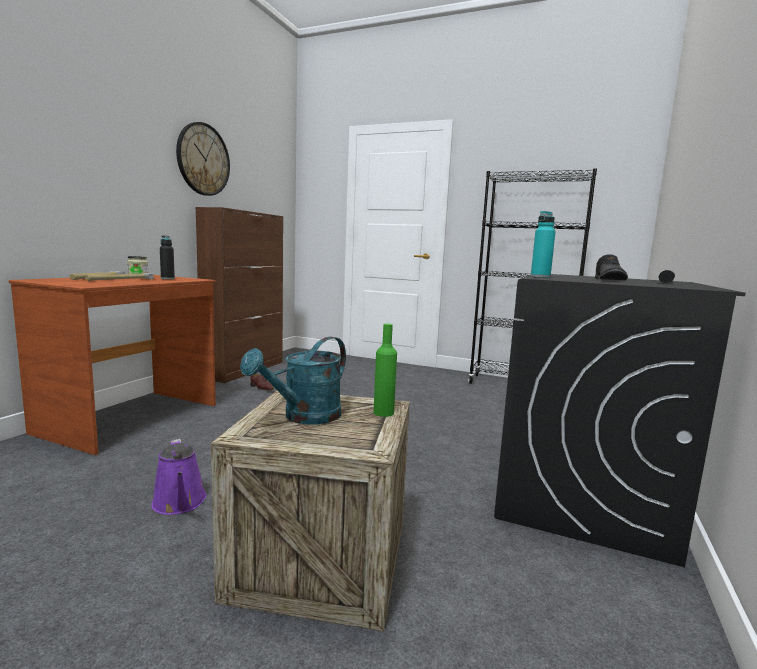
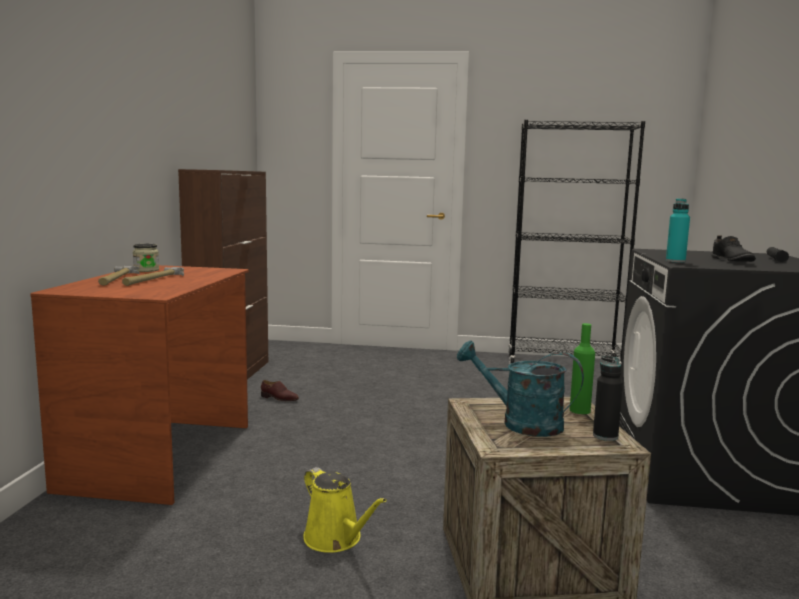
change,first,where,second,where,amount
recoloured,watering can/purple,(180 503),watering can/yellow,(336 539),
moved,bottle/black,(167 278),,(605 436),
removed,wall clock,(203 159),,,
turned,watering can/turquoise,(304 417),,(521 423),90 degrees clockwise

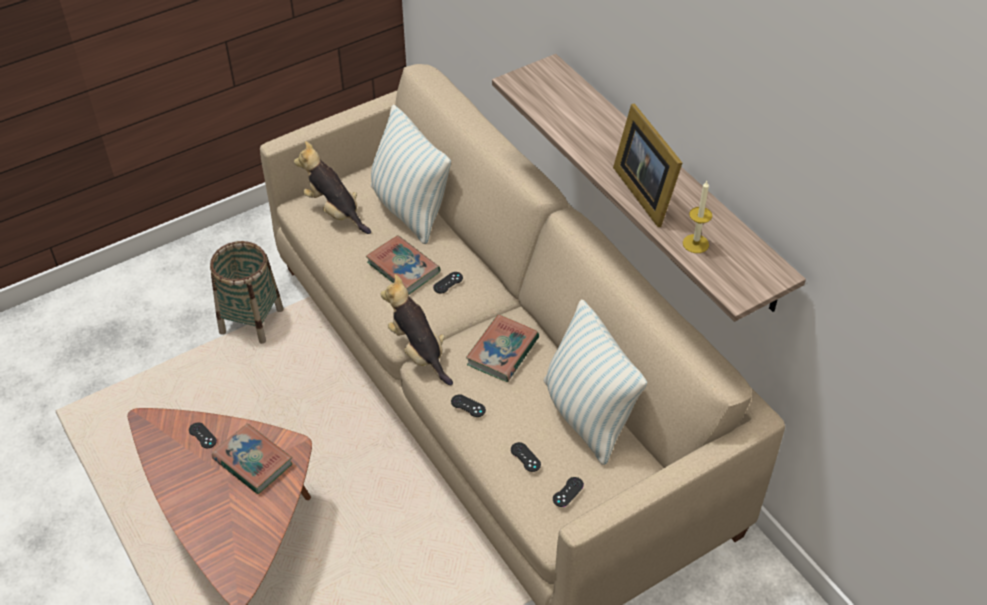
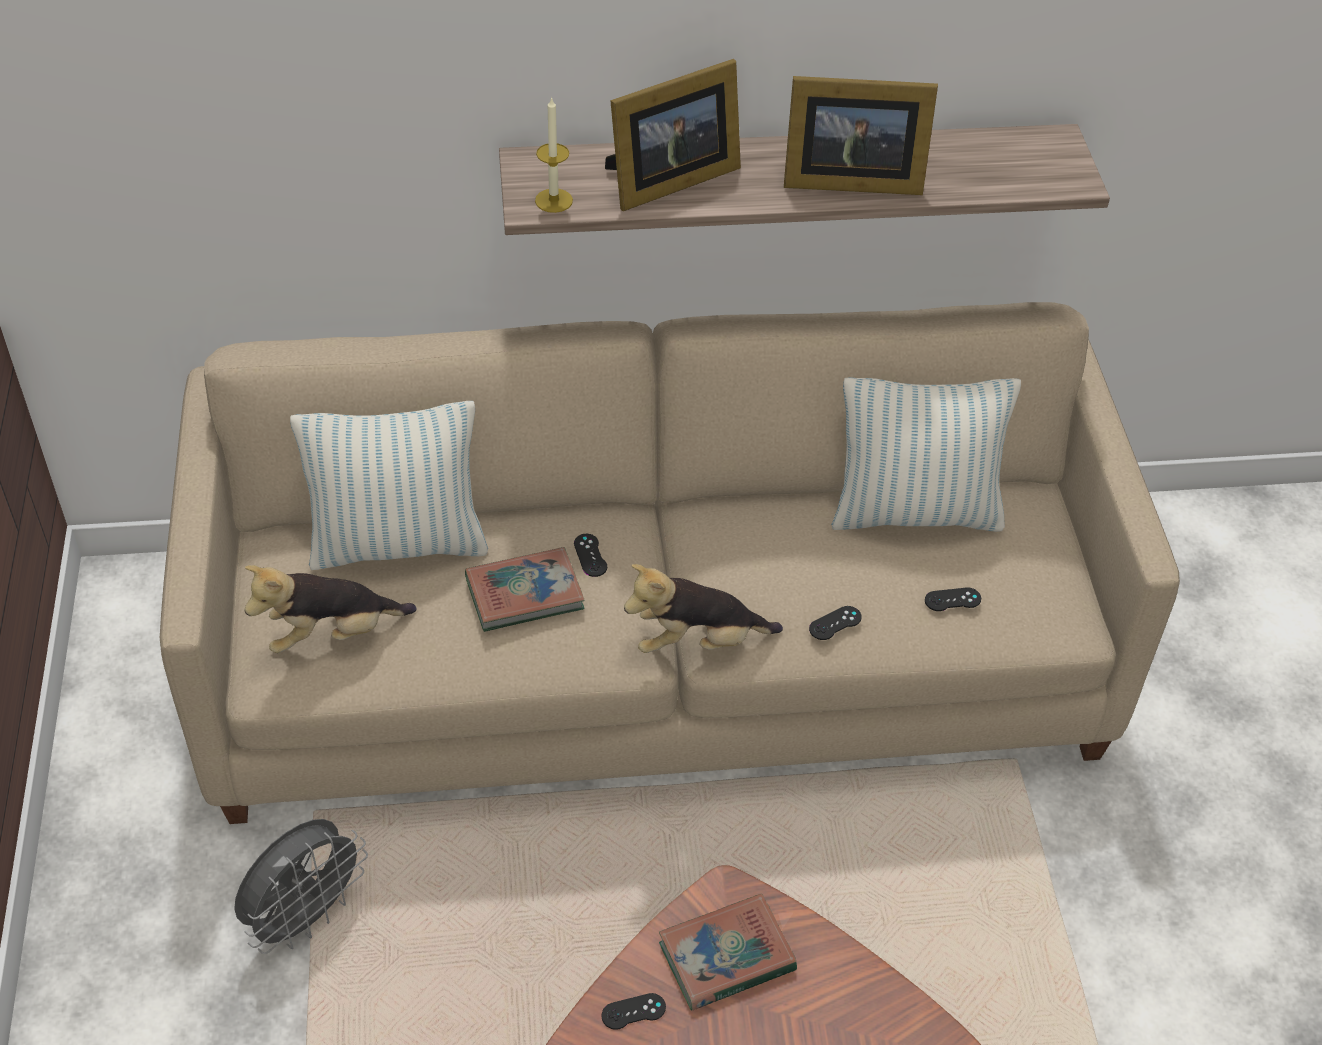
change,first,where,second,where,amount
replaced,basket,(251 321),fan/grey,(306 917),
removed,book,(502 351),,,
removed,game controller/black,(568 492),,,
moved,candle,(695 243),,(553 200),
added,,,picture frame,(667 180),

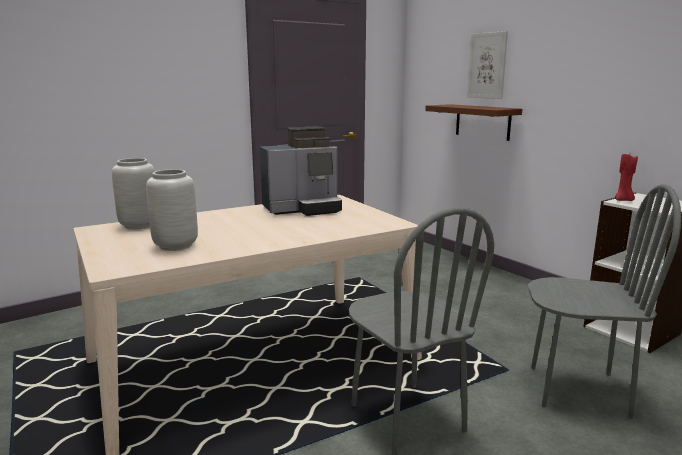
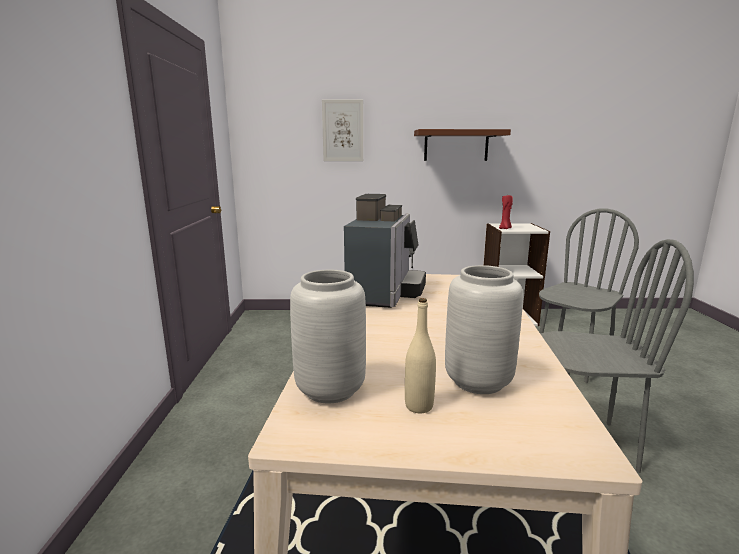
change,first,where,second,where,amount
moved,shelf/brown,(482 122),,(456 145),
added,,,bottle/beige,(419 406),

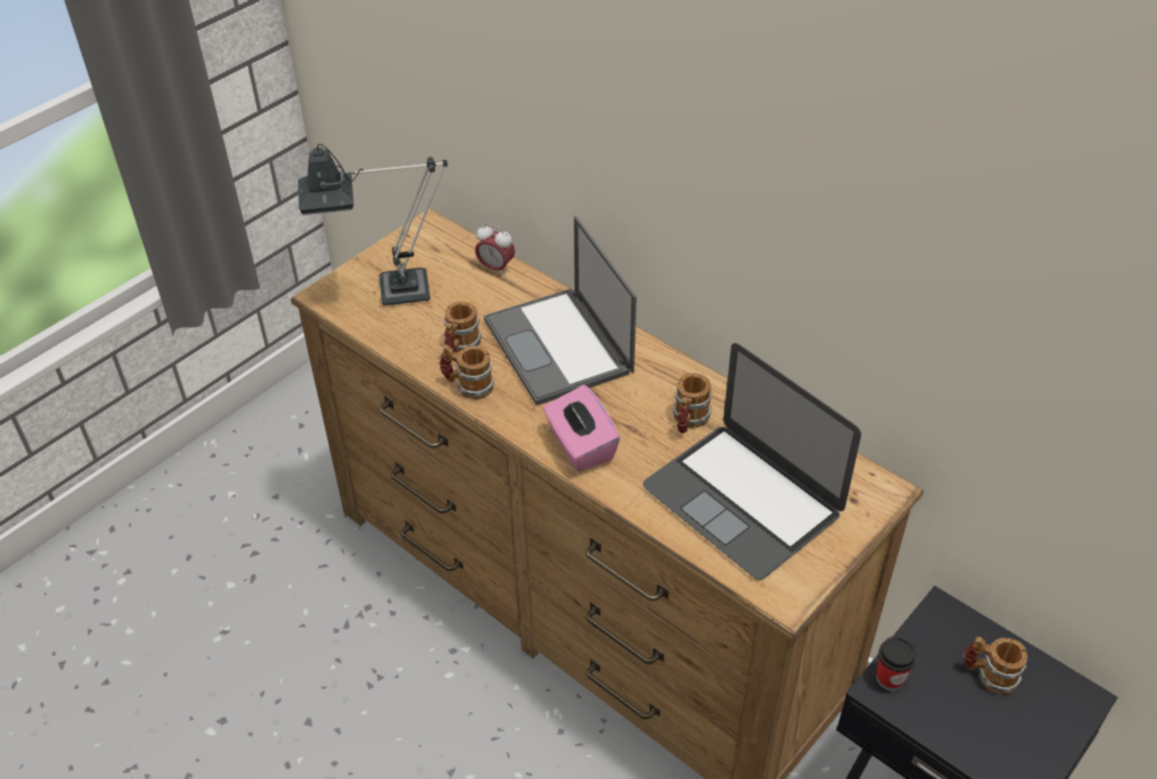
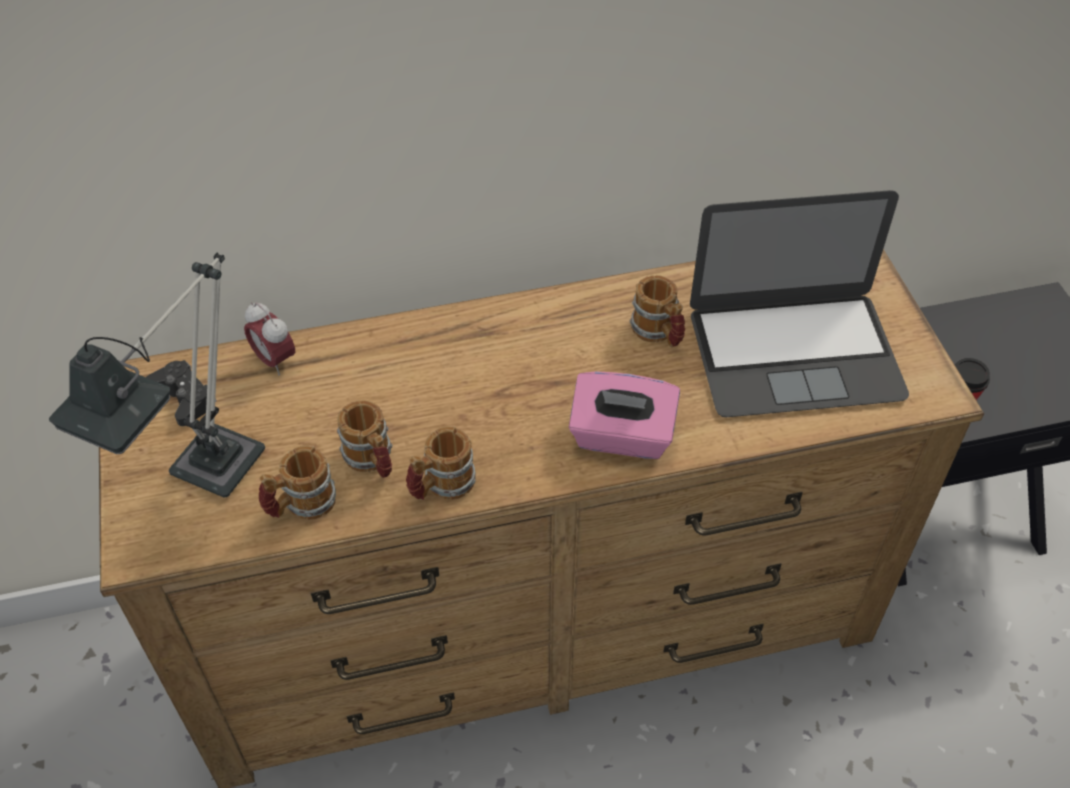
change,first,where,second,where,amount
turned,alarm clock,(496 268),,(275 360),75 degrees clockwise
removed,laptop,(559 347),,,
moved,mug,(989 675),,(301 505),
added,,,game controller/black,(184 397),

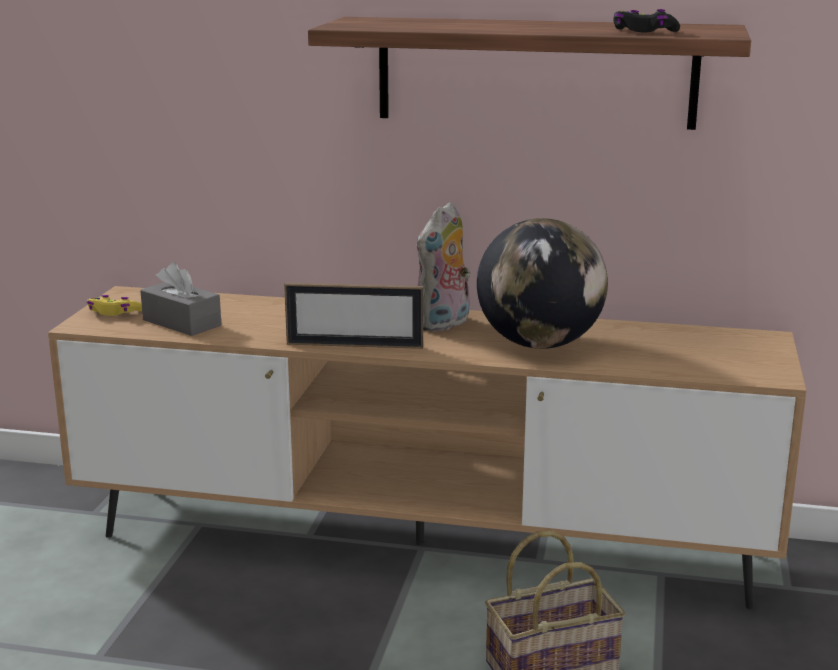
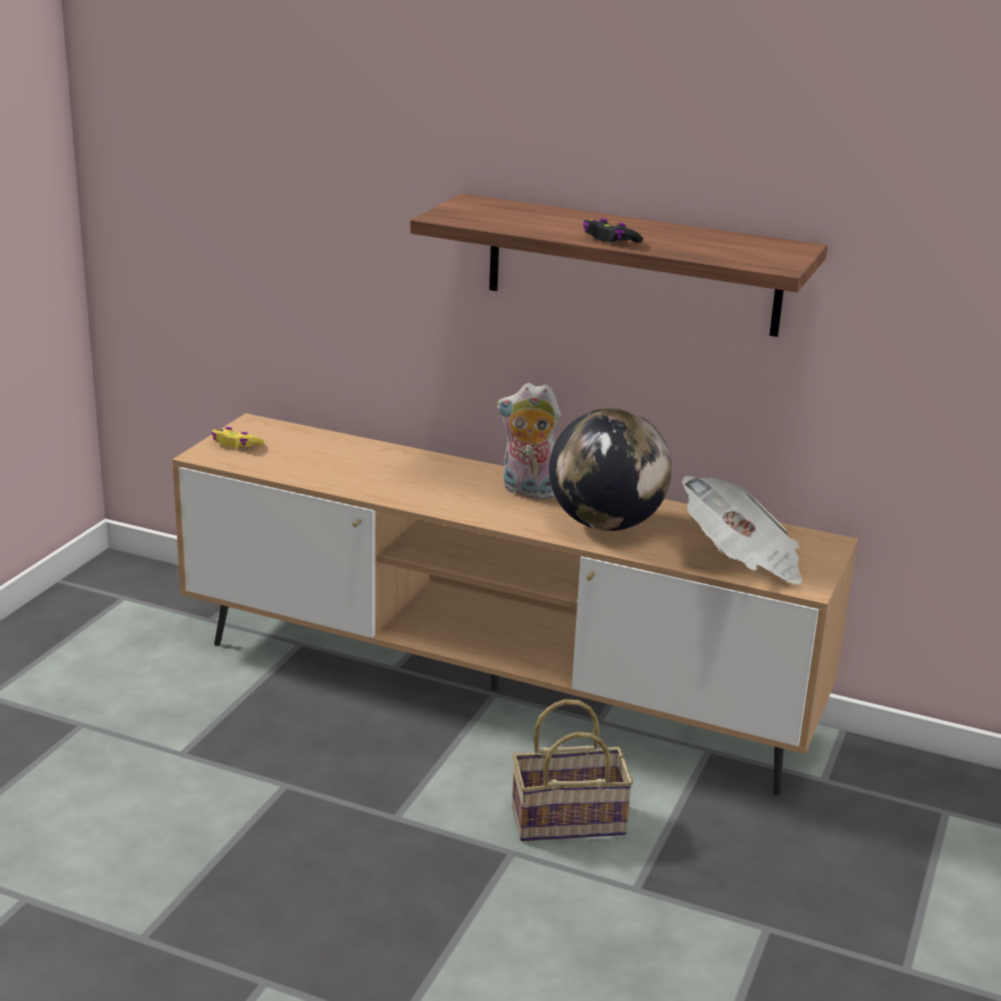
change,first,where,second,where,amount
removed,tissue box/grey,(182 322),,,
removed,picture frame,(354 345),,,
turned,plush toy,(444 324),,(528 491),60 degrees clockwise
moved,game controller/black,(644 31),,(609 240),
added,,,newspaper,(742 561),

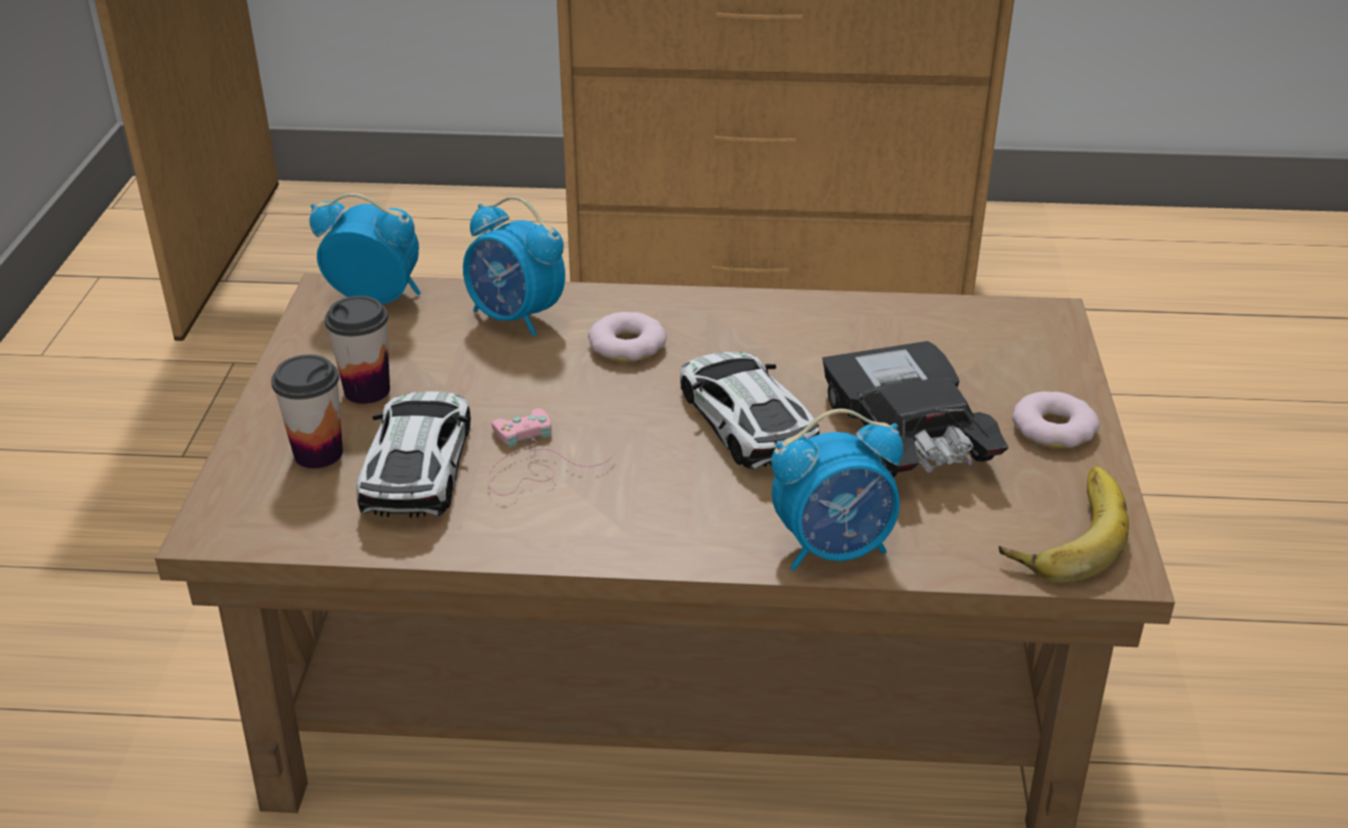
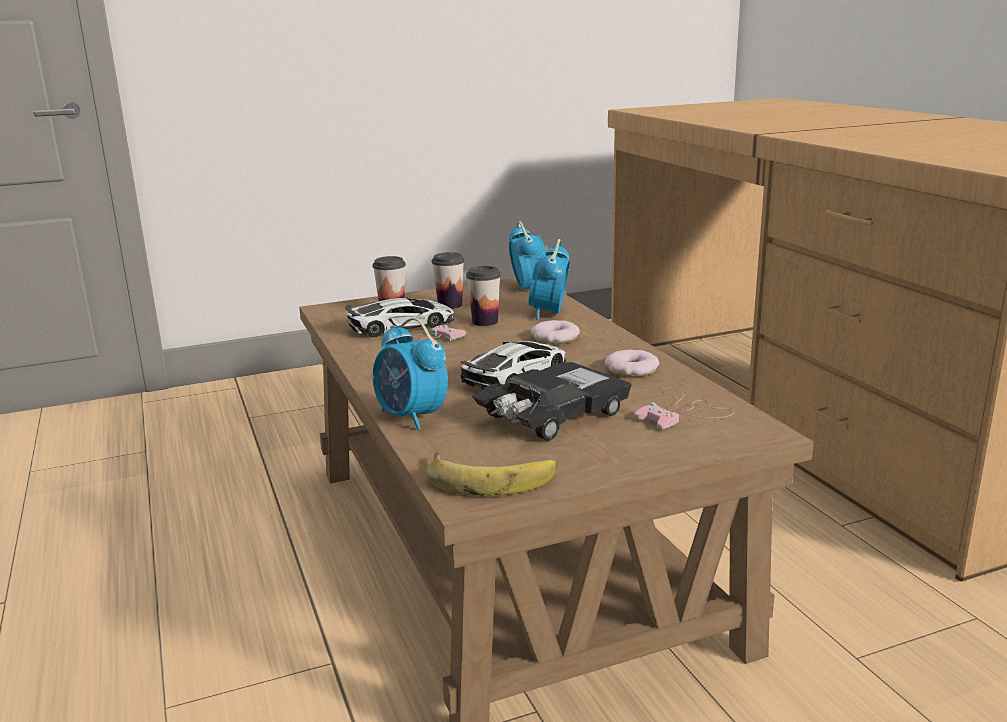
change,first,where,second,where,amount
moved,donut,(1054 428),,(632 369),
added,,,cup,(485 322),
added,,,game controller/pink,(684 414),

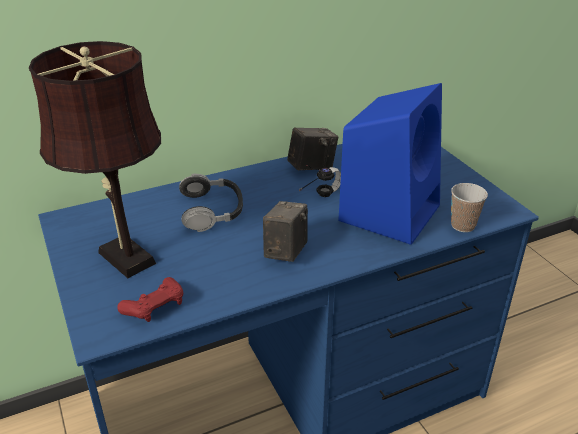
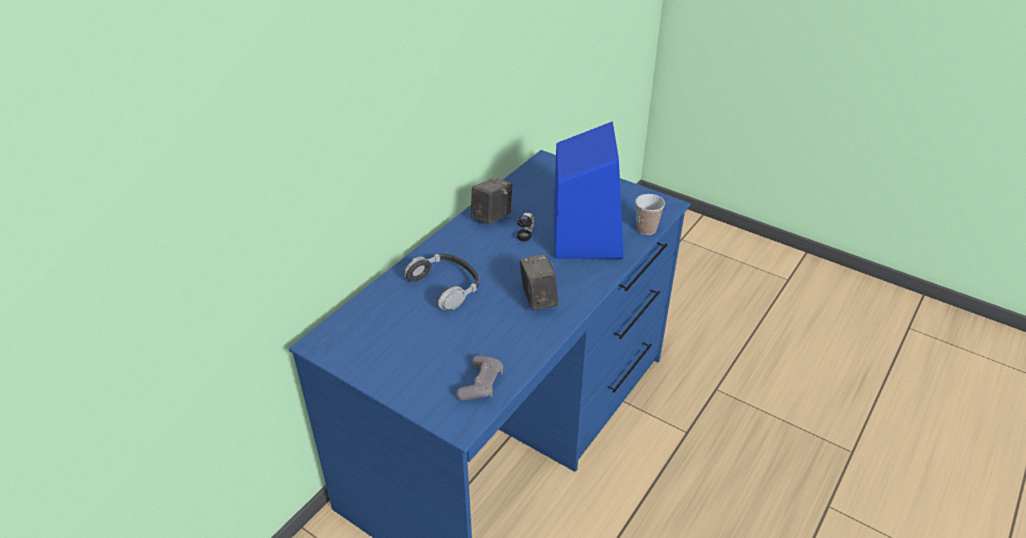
change,first,where,second,where,amount
removed,table lamp/brown,(123 255),,,
recoloured,game controller/red,(155 307),game controller/grey,(481 384),

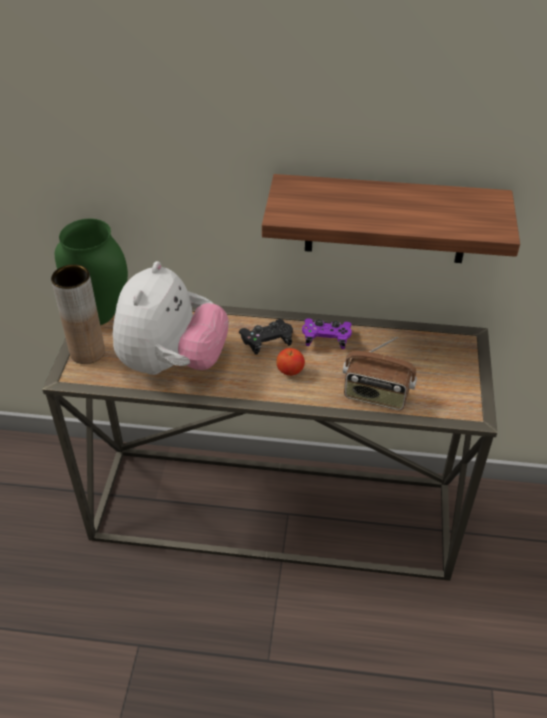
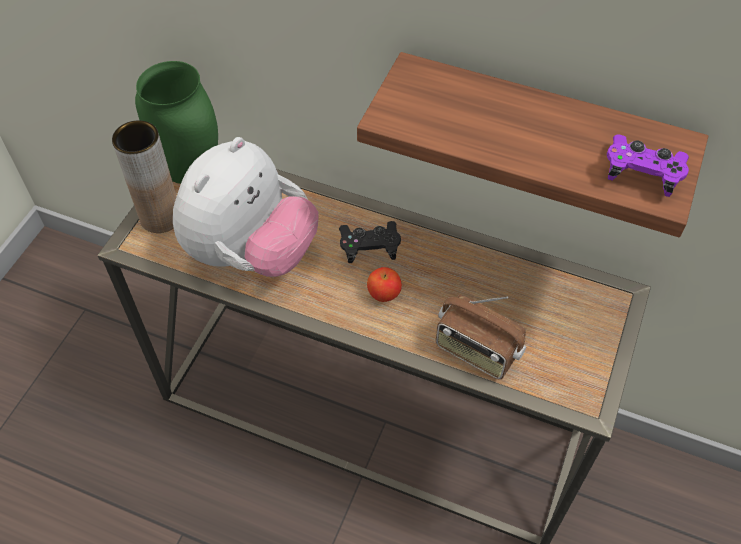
change,first,where,second,where,amount
moved,game controller/purple,(326 339),,(641 174),

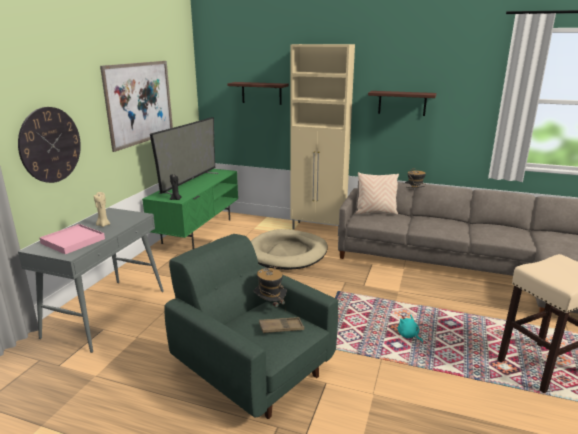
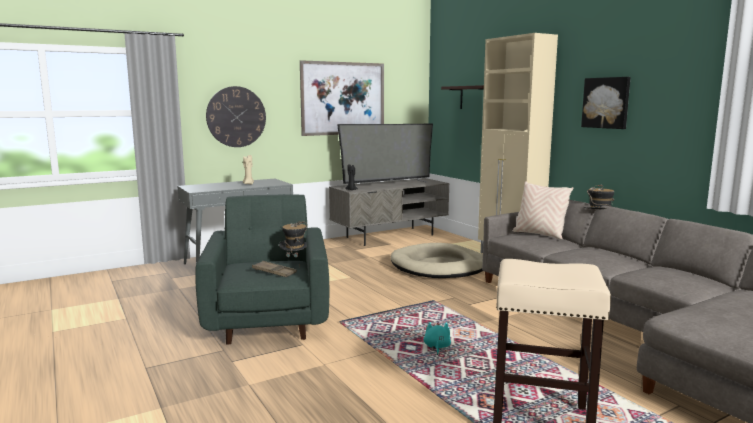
change,first,where,second,where,amount
removed,tray/pink,(73 241),,,
recoloured,tv stand/green,(197 231),tv stand/grey,(390 236),
replaced,shelf,(402 103),picture,(606 103),

